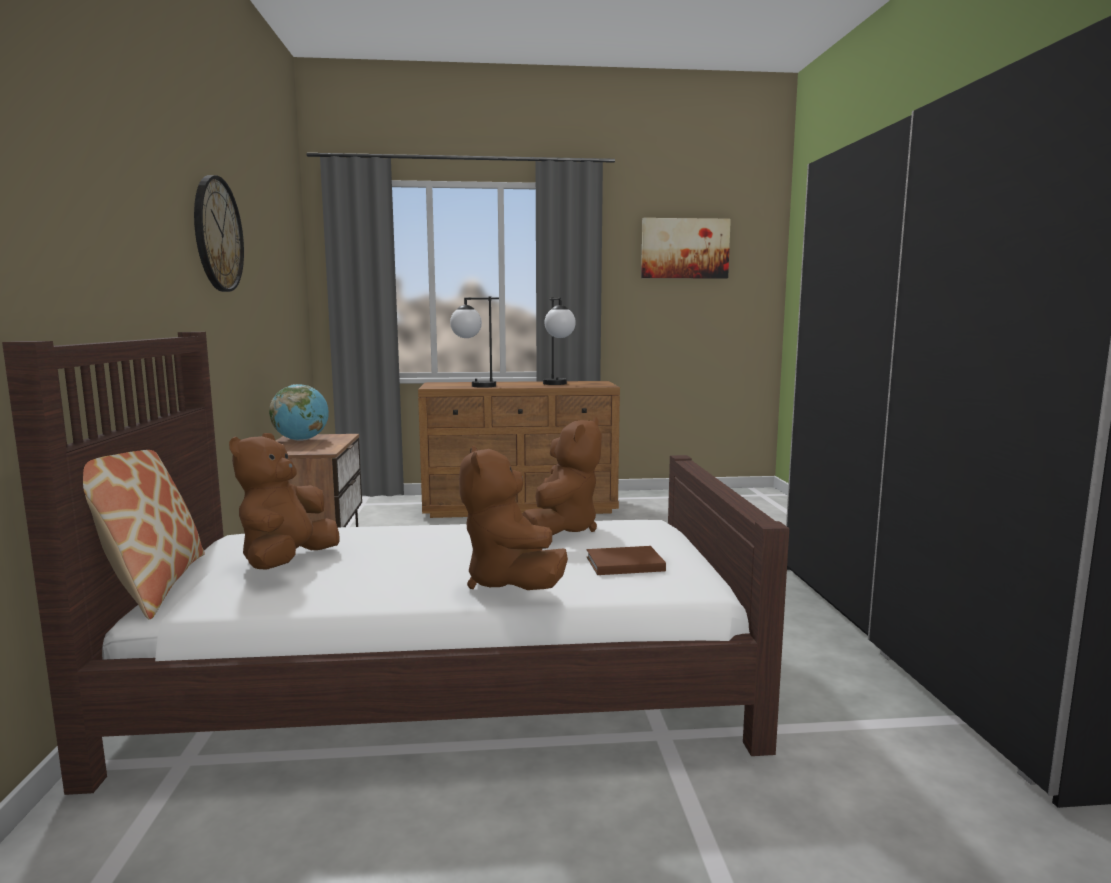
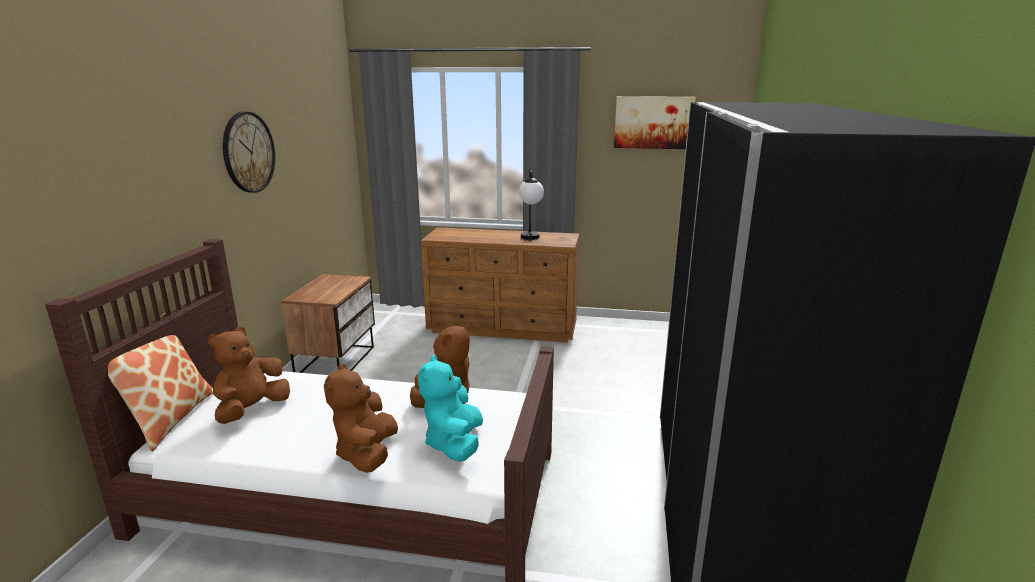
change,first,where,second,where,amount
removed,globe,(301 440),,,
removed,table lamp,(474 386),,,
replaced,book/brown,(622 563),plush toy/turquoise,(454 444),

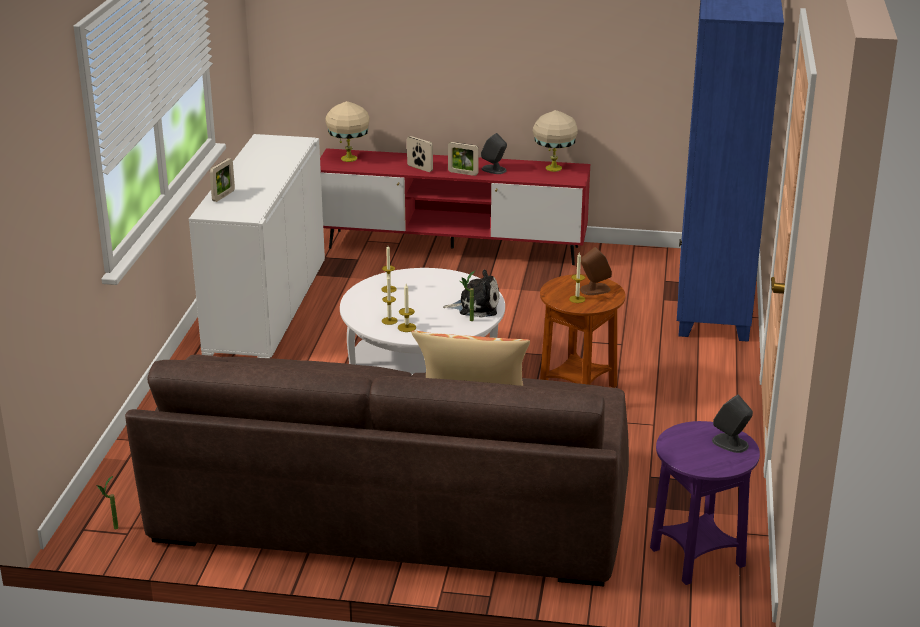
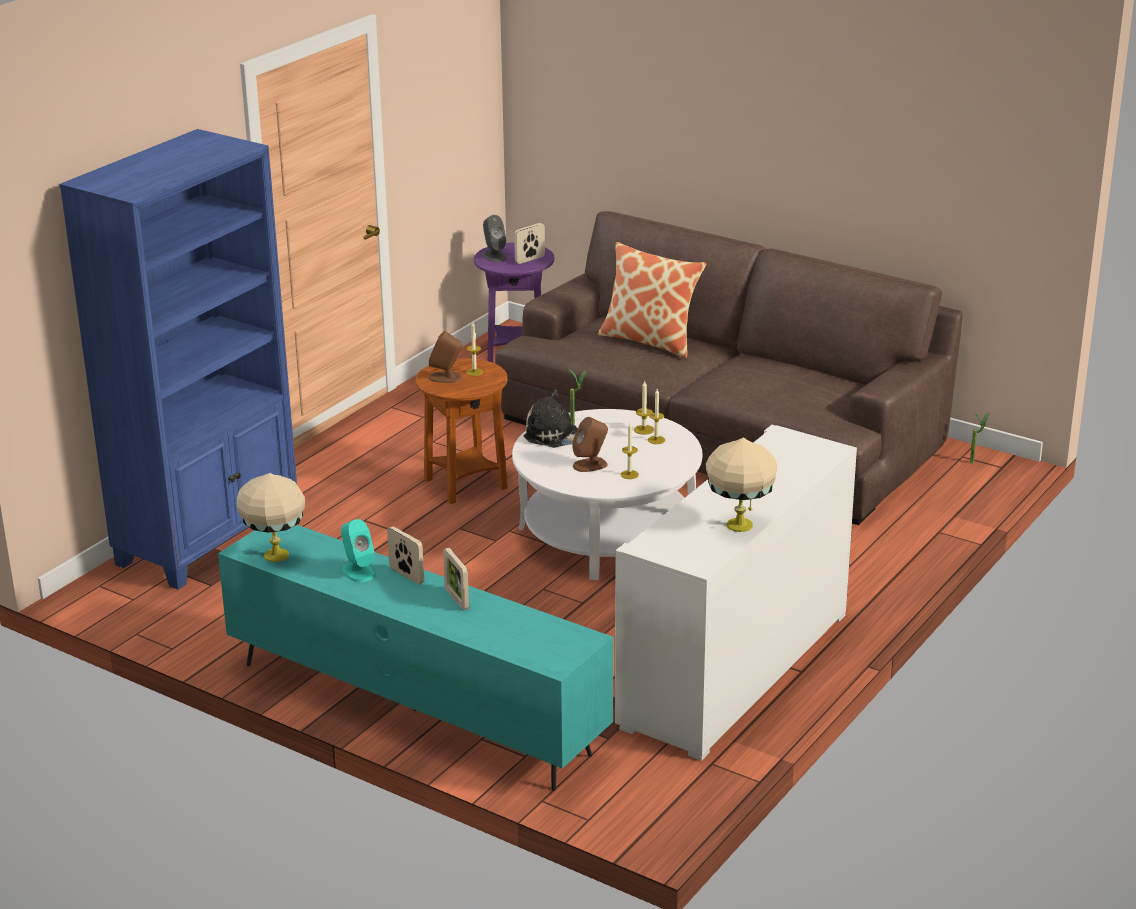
change,first,where,second,where,amount
moved,picture frame,(223 196),,(530 259),
recoloured,tv stand/red,(452 248),tv stand/turquoise,(415 708),
moved,table lamp/beige,(349 158),,(739 526),
recoloured,speaker/grey,(494 170),speaker/turquoise,(358 572),
added,,,speaker/brown,(590 465),

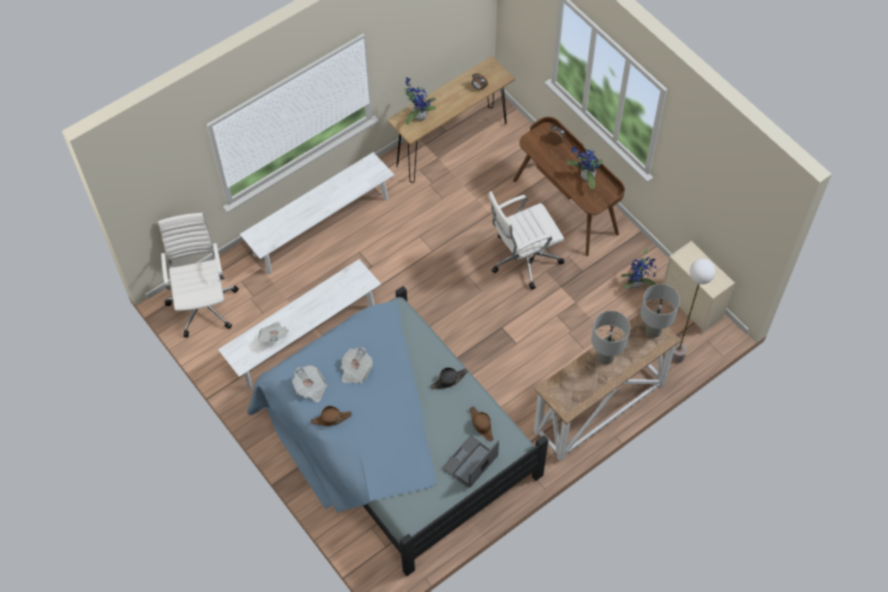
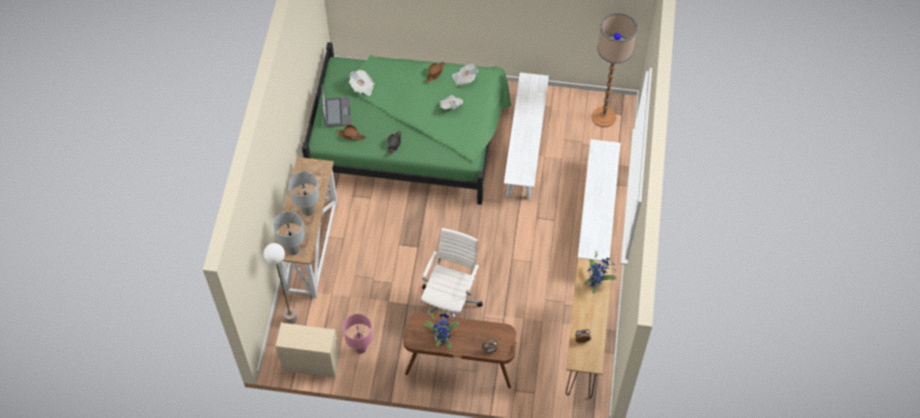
change,first,where,second,where,amount
replaced,office chair/white,(203 304),floor lamp,(603 117),
recoloured,bed/blue,(395 440),bed/green,(411 136),
moved,newspaper,(274 336),,(362 87),
replaced,potted plant,(637 283),table lamp/pink,(360 348),

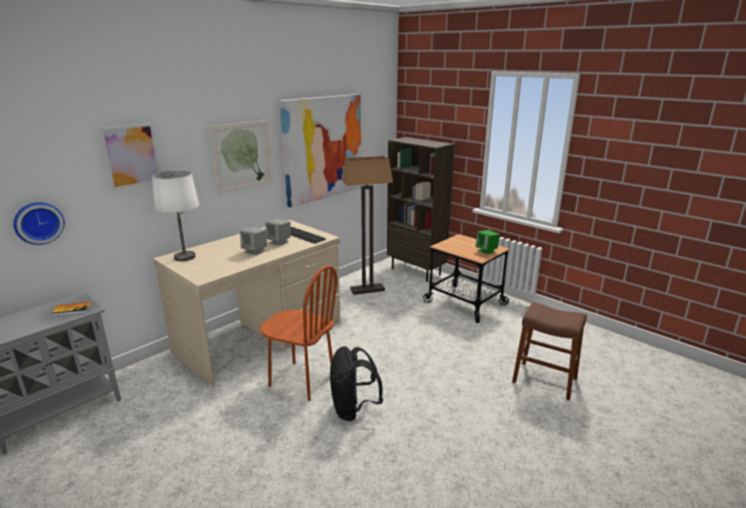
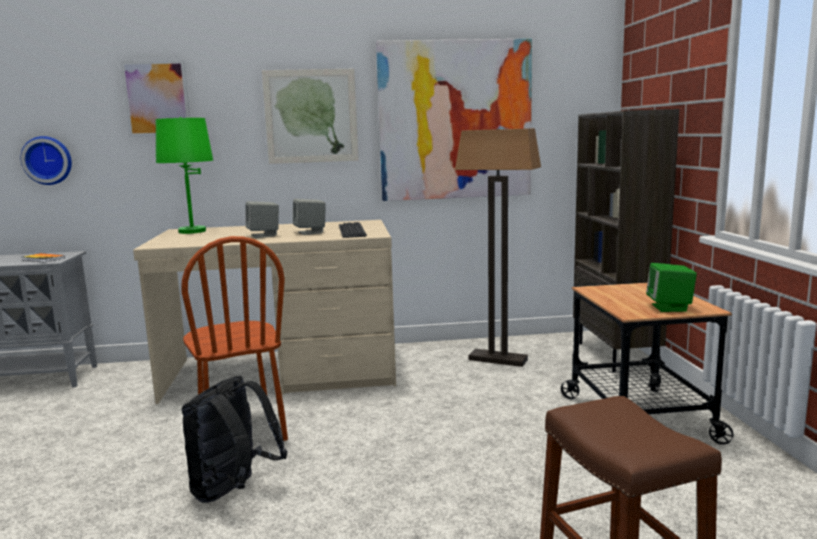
change,first,where,second,where,amount
recoloured,table lamp/white,(185 257),table lamp/green,(192 231),

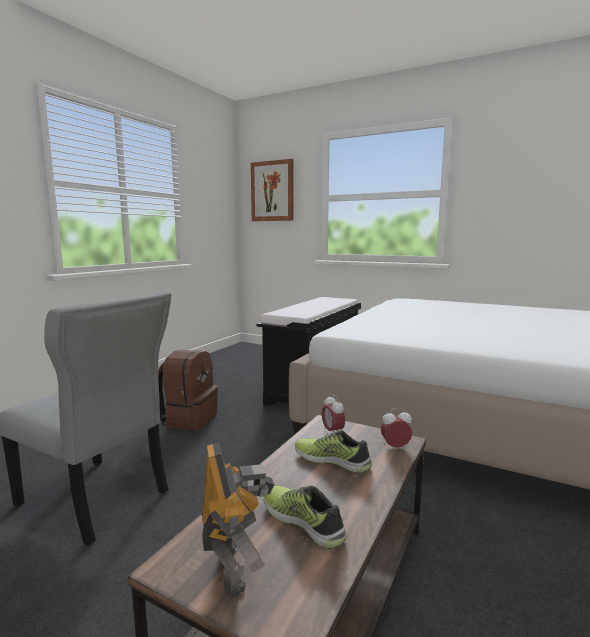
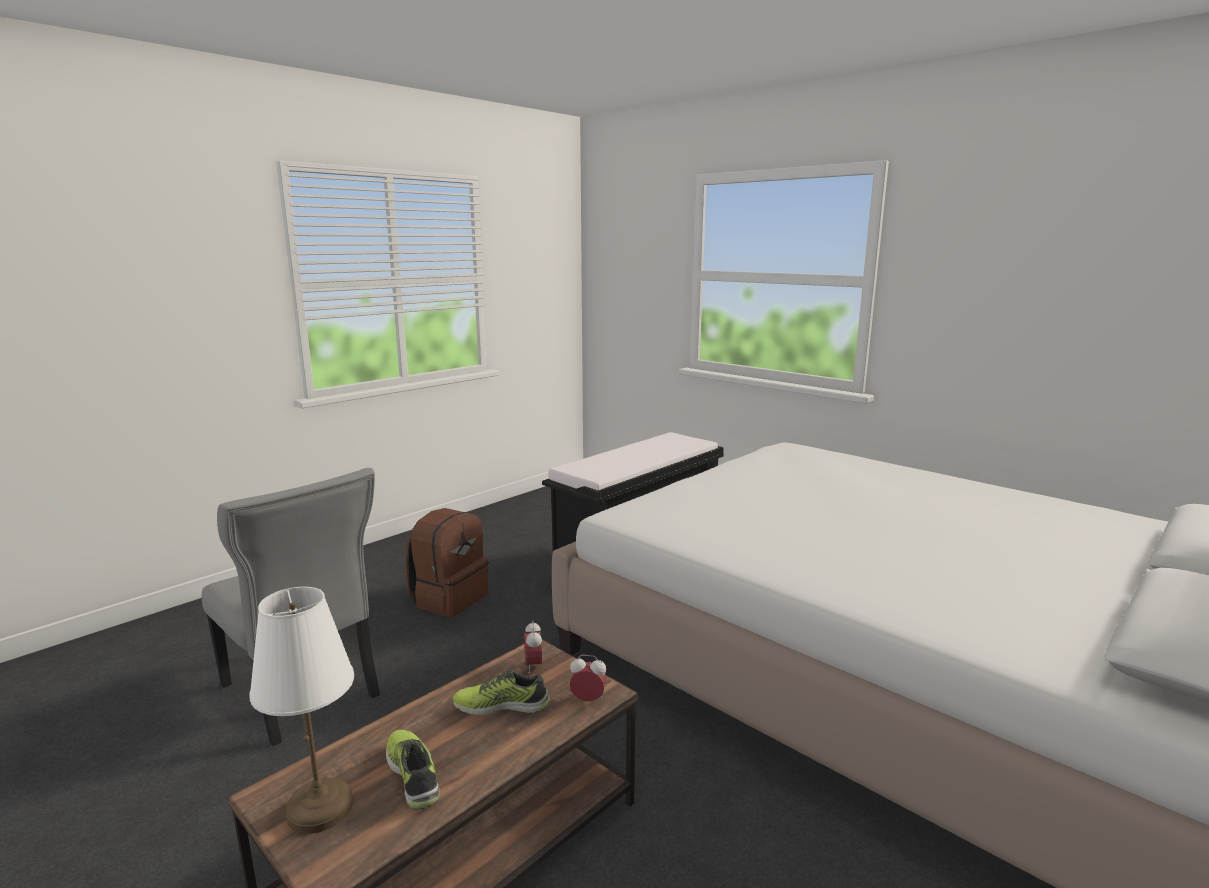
change,first,where,second,where,amount
replaced,toy robot,(235 566),table lamp/white,(319 808),
removed,picture,(272 191),,,
turned,shoe,(332 460),,(502 705),45 degrees counterclockwise

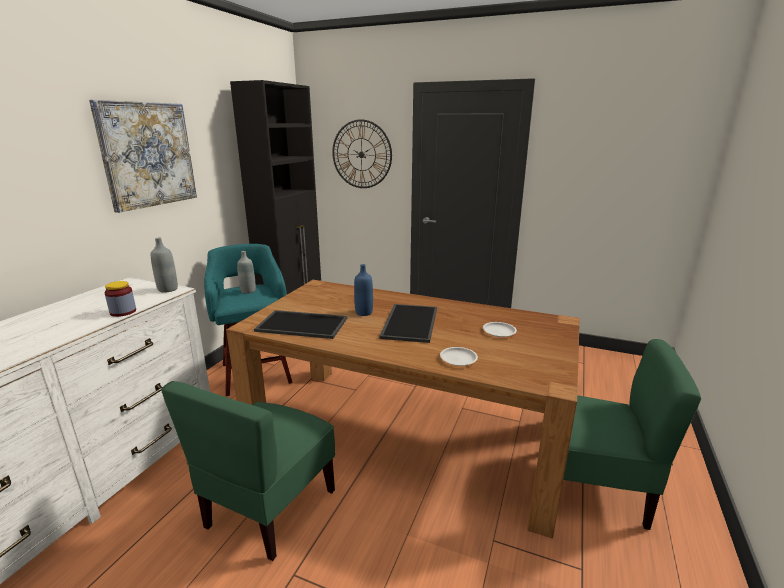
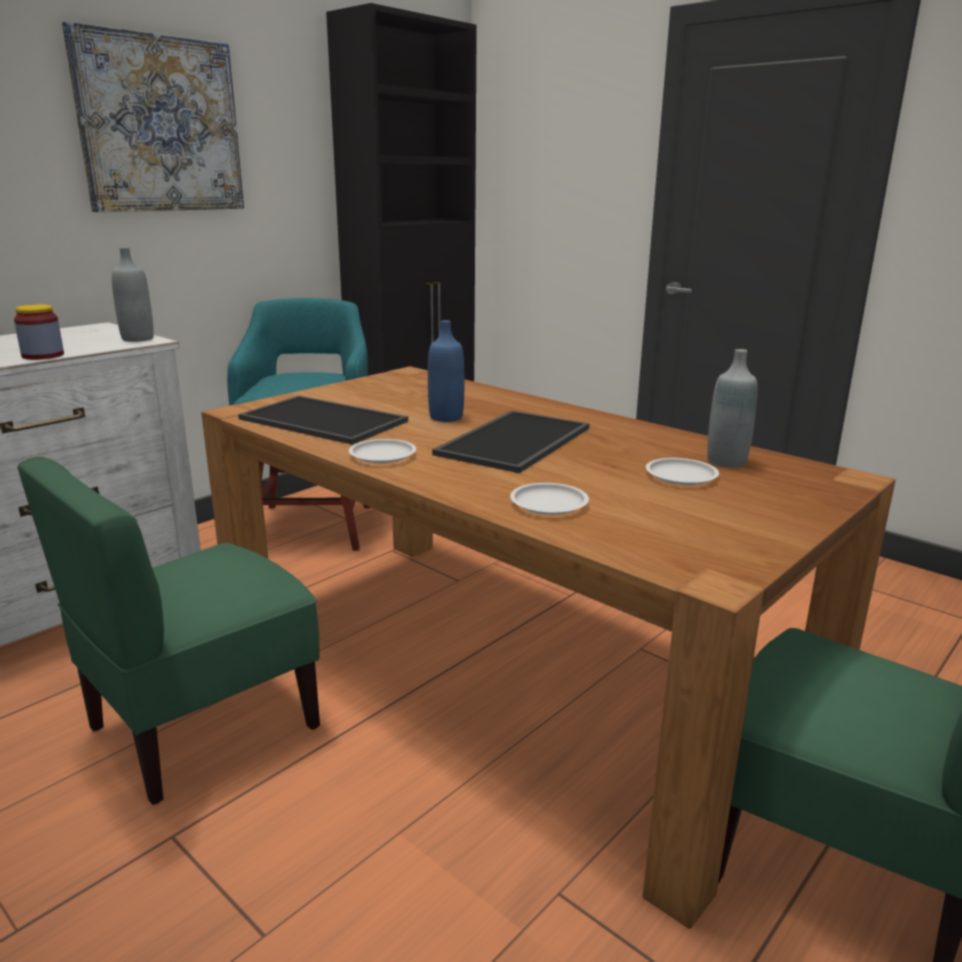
change,first,where,second,where,amount
moved,bottle/grey,(248 291),,(726 461),
removed,wall clock,(361 154),,,
added,,,plate/white,(382 455),

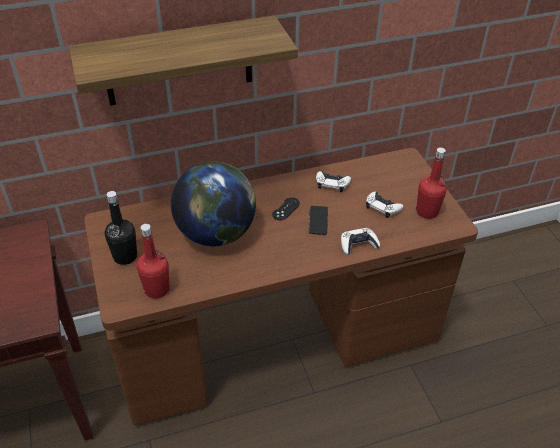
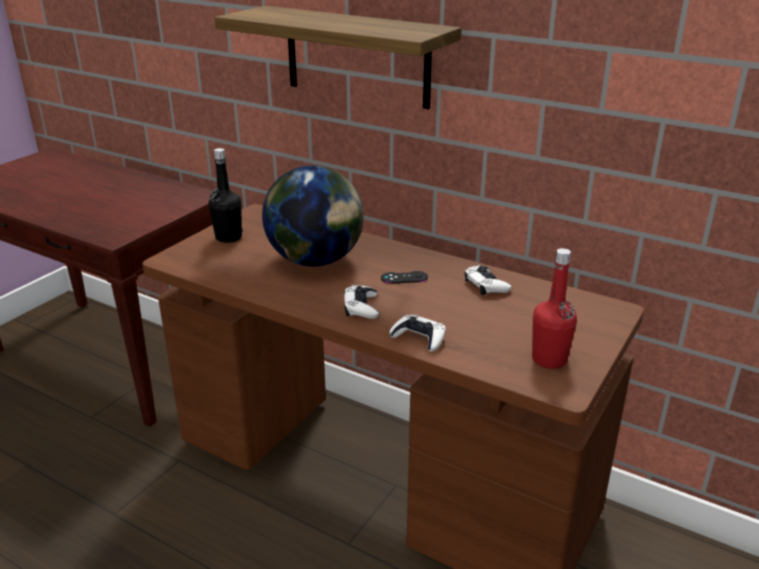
change,first,where,second,where,amount
removed,bottle/red,(157 289),,,
removed,phone,(318 220),,,
moved,game controller/white,(382 207),,(361 307),

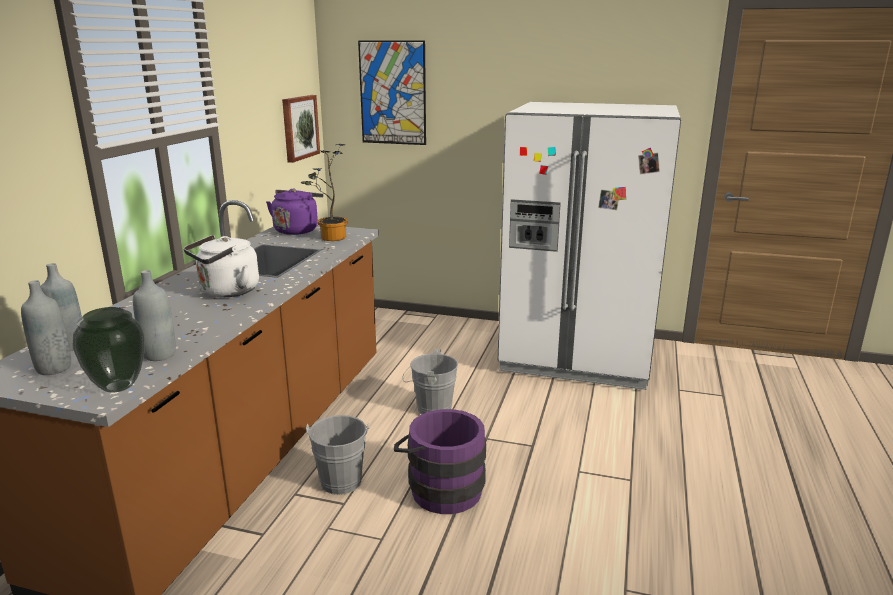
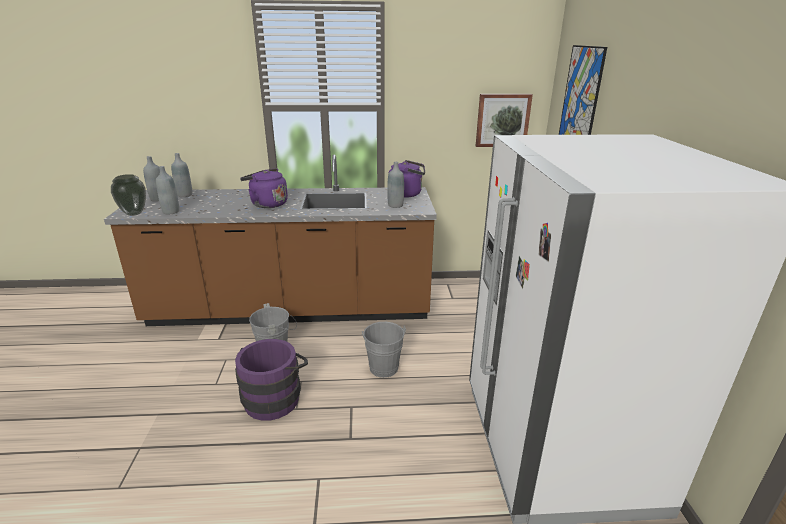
change,first,where,second,where,amount
recoloured,kettle/white,(226 292),kettle/purple,(267 204),
replaced,potted plant,(330 238),bottle/grey,(395 205),

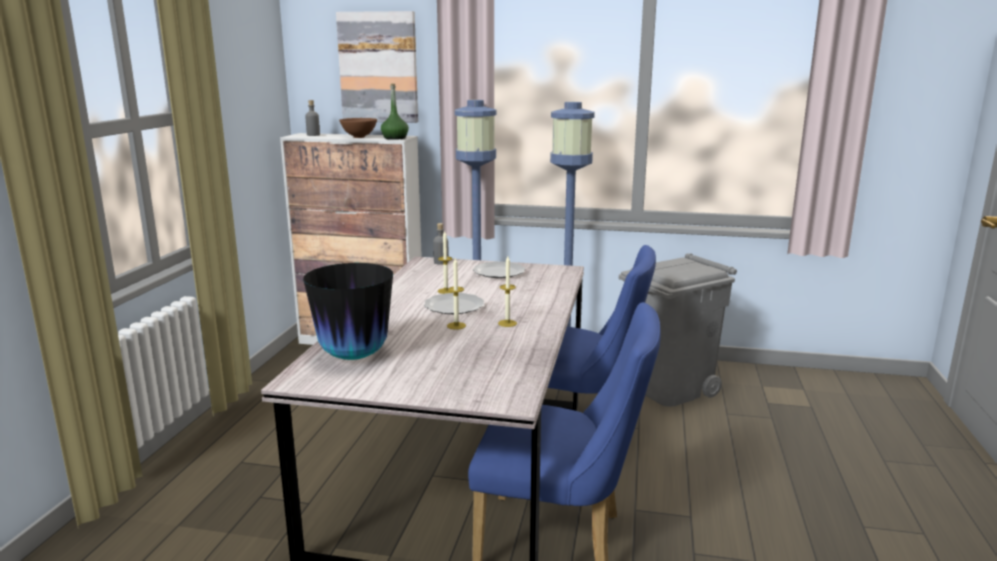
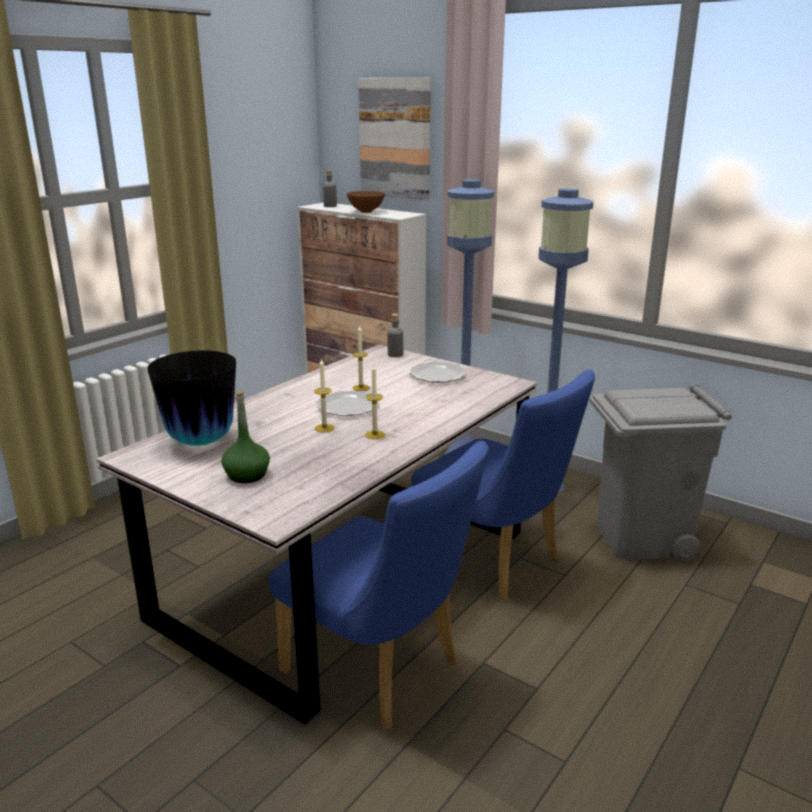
change,first,where,second,where,amount
moved,bottle/green,(395 138),,(247 475),

